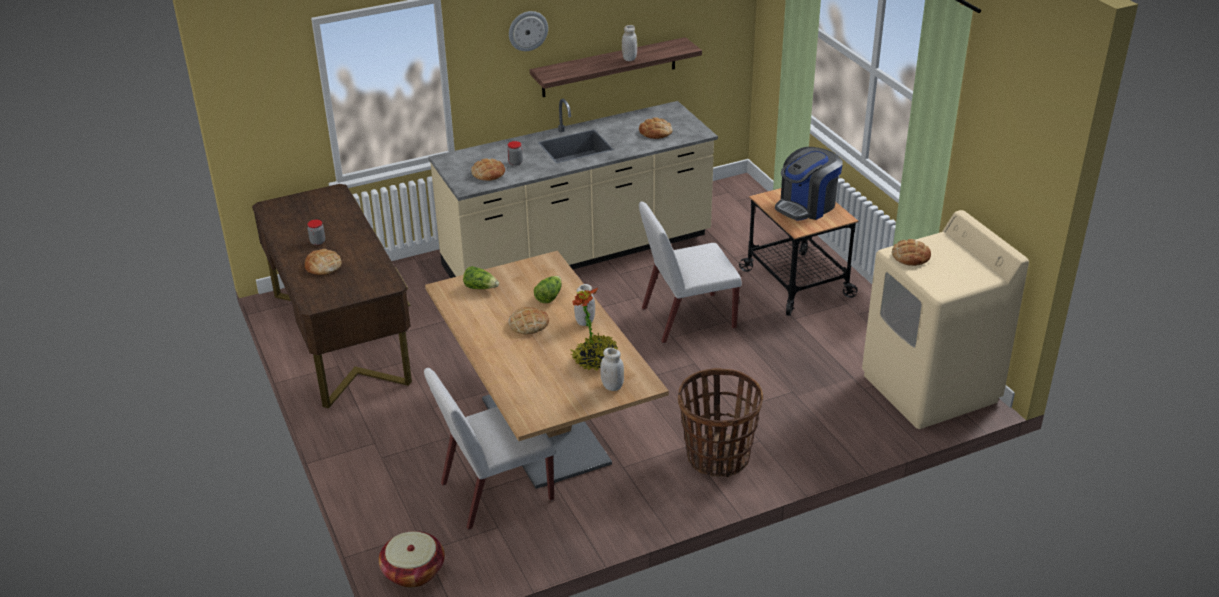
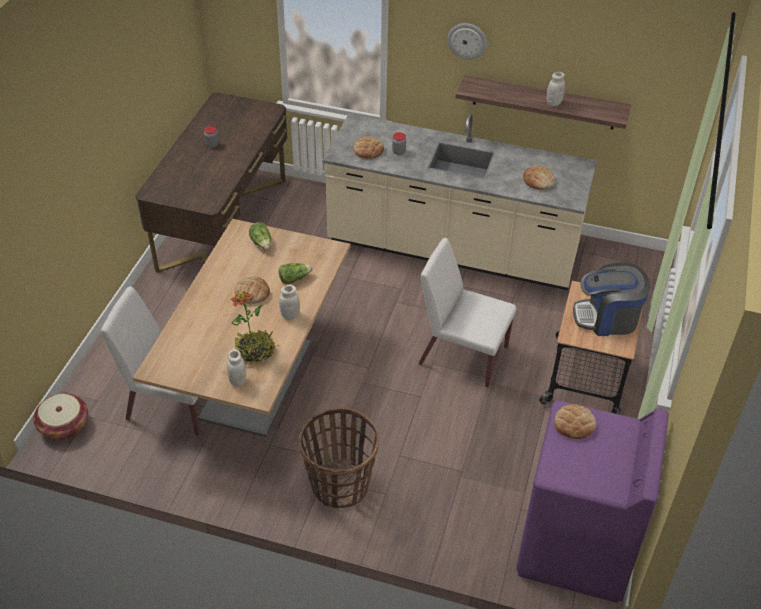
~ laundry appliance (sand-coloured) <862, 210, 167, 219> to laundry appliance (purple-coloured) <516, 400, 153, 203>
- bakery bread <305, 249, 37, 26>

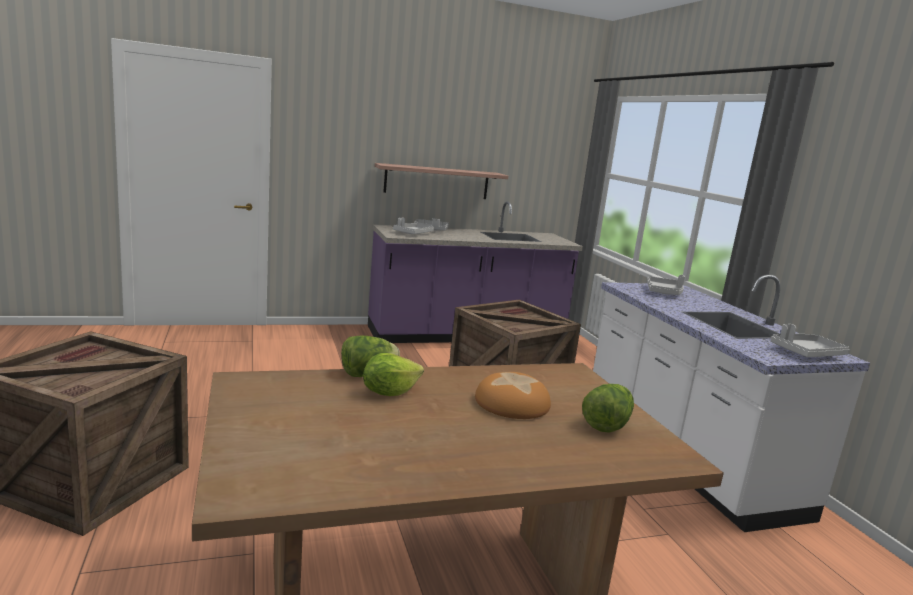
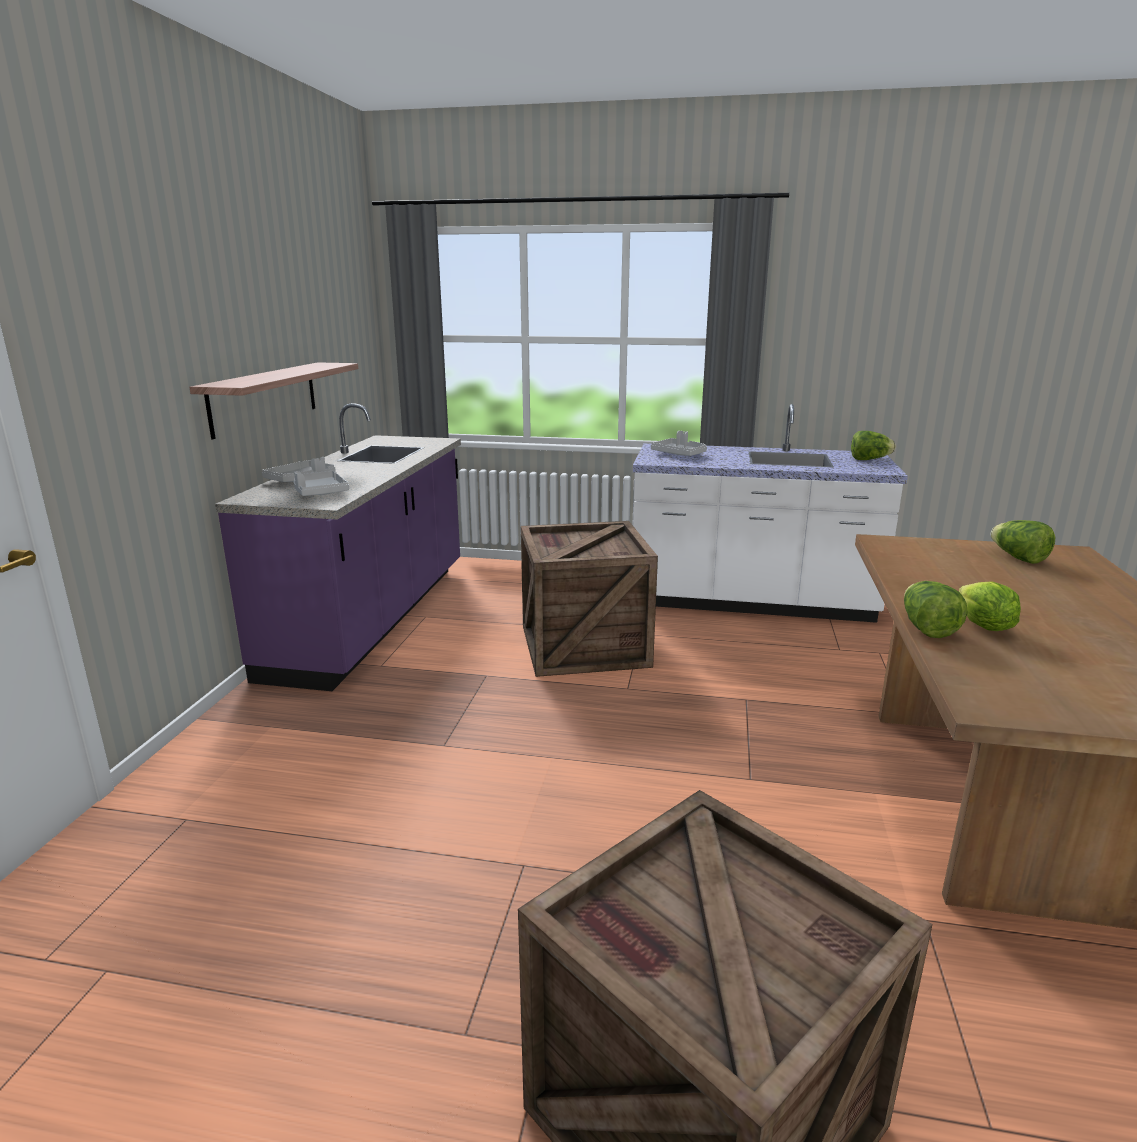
~ tray (grey) <771, 324, 79, 33> to lettuce <851, 431, 45, 29>
- bakery bread <475, 372, 76, 47>

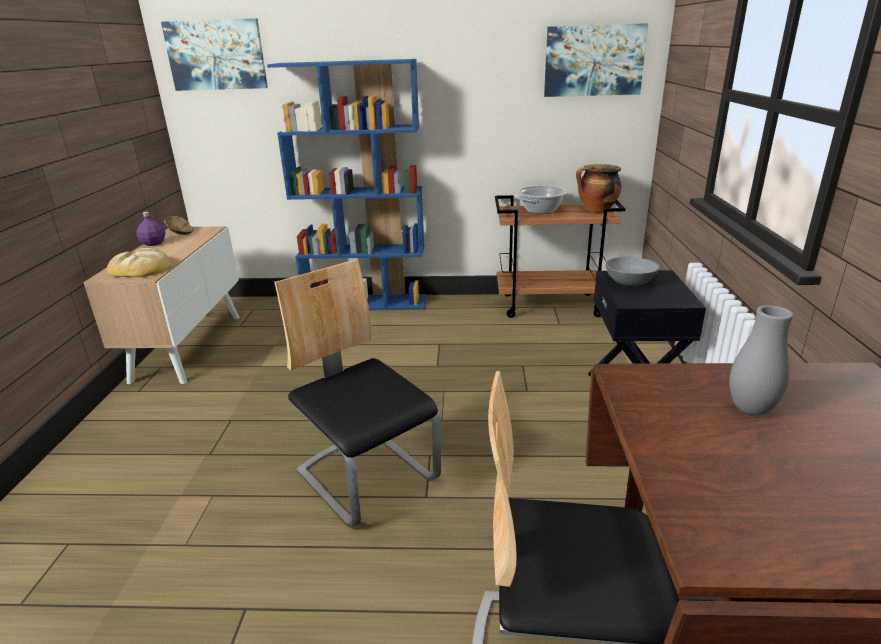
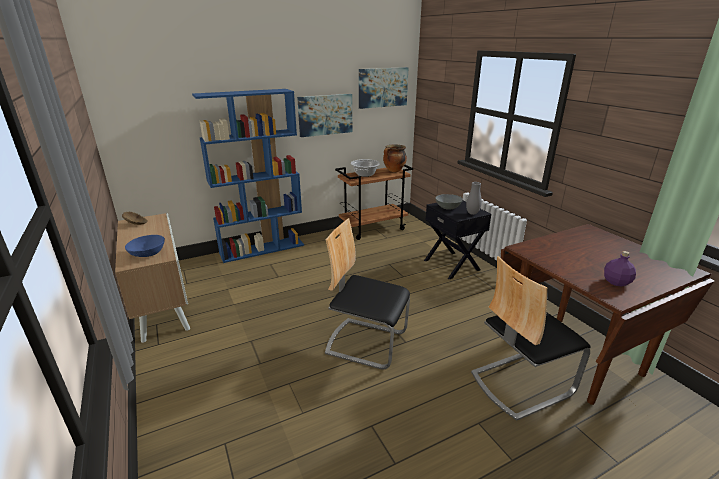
~ wall picture <161, 18, 107, 73> to <297, 94, 55, 43>
~ bottle (purple-coloured) <136, 212, 29, 34> to <604, 251, 32, 35>
~ bakery bread <107, 248, 63, 29> to deep dish (bluish) <125, 235, 40, 22>
~ flower vase (grey) <729, 305, 64, 110> to <466, 182, 16, 33>

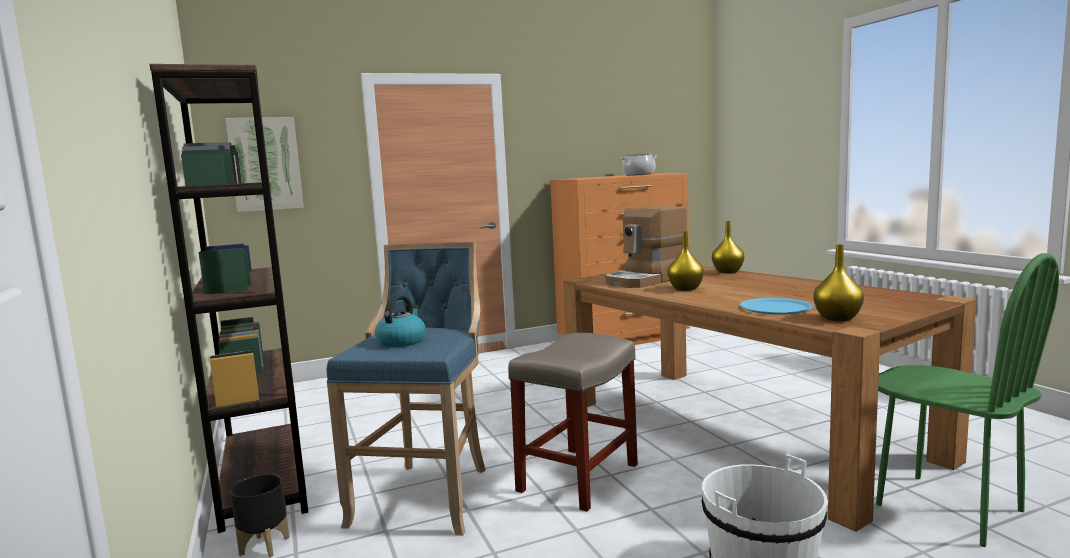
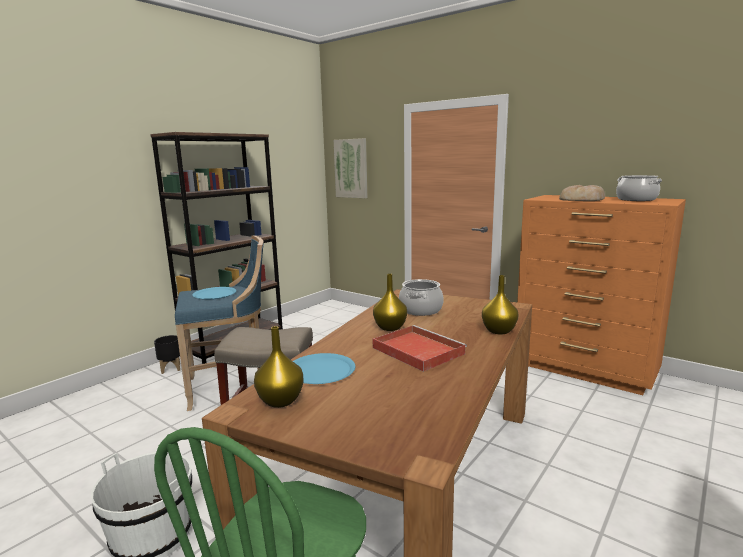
~ coffee brewer <605, 206, 82, 82> to stockpot <399, 279, 45, 37>
~ water kettle <375, 295, 51, 52> to dinner plate (bluish) <192, 287, 44, 13>
+ bakery bread <559, 185, 46, 16>
+ tray (reddish) <373, 325, 94, 47>

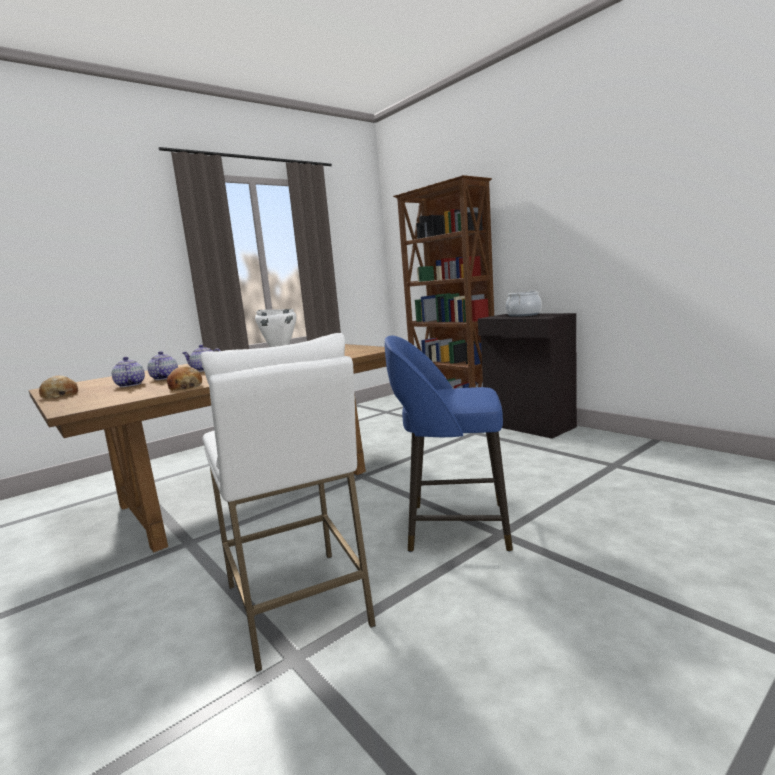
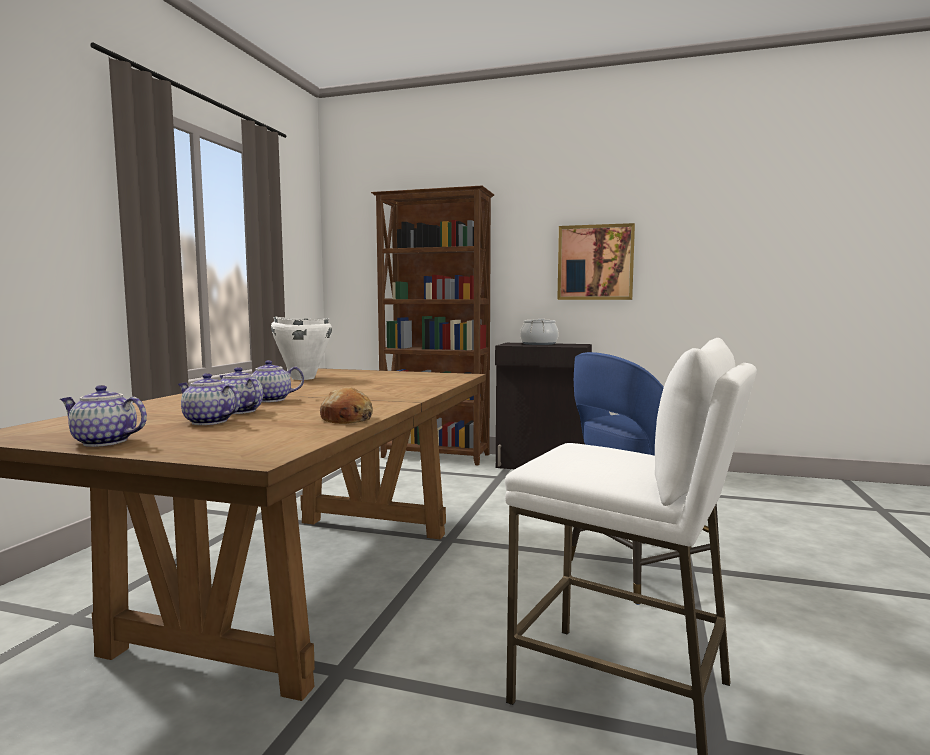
~ bakery bread <39, 376, 39, 23> to pot for tea <60, 385, 87, 62>
+ wall picture <557, 223, 78, 77>

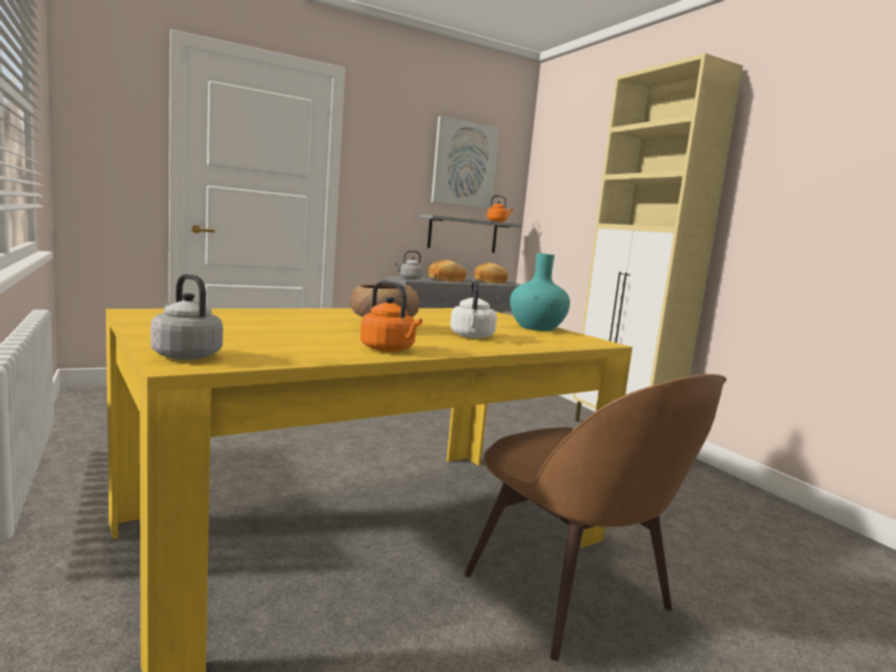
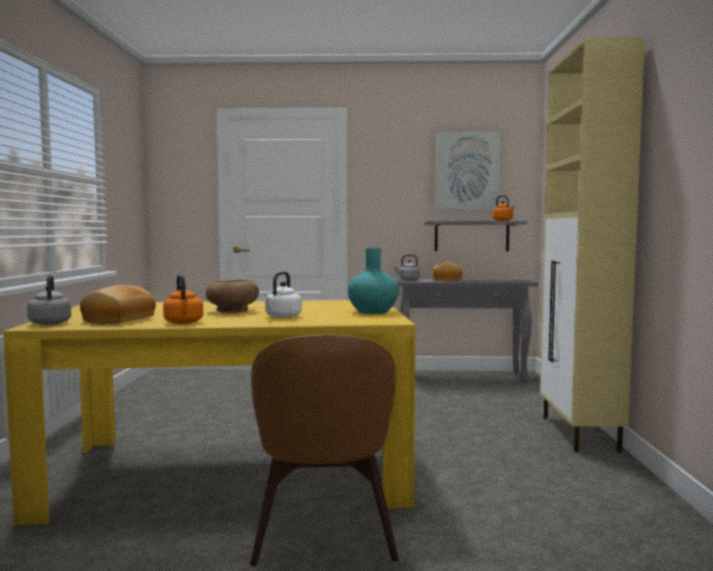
~ bakery bread <474, 263, 34, 21> to <80, 285, 76, 39>

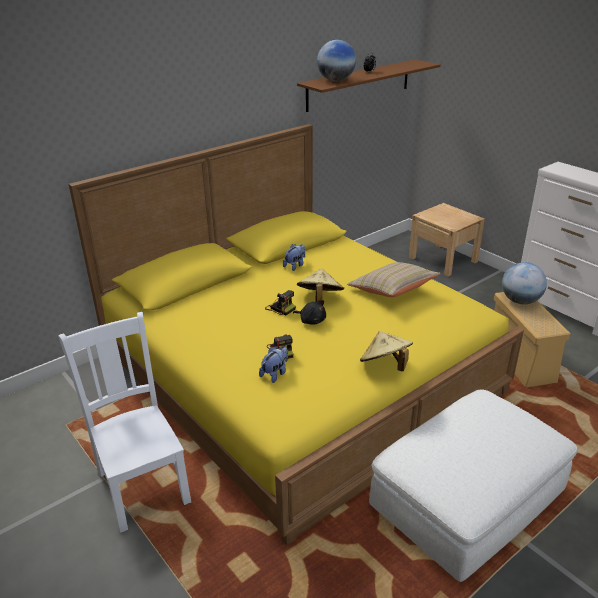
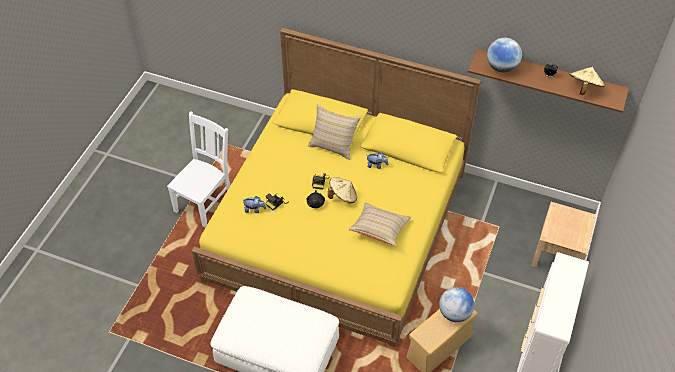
~ clothing hat (sand-coloured) <360, 331, 53, 40> to <569, 67, 36, 28>
+ pillow (sand-coloured) <308, 104, 53, 56>

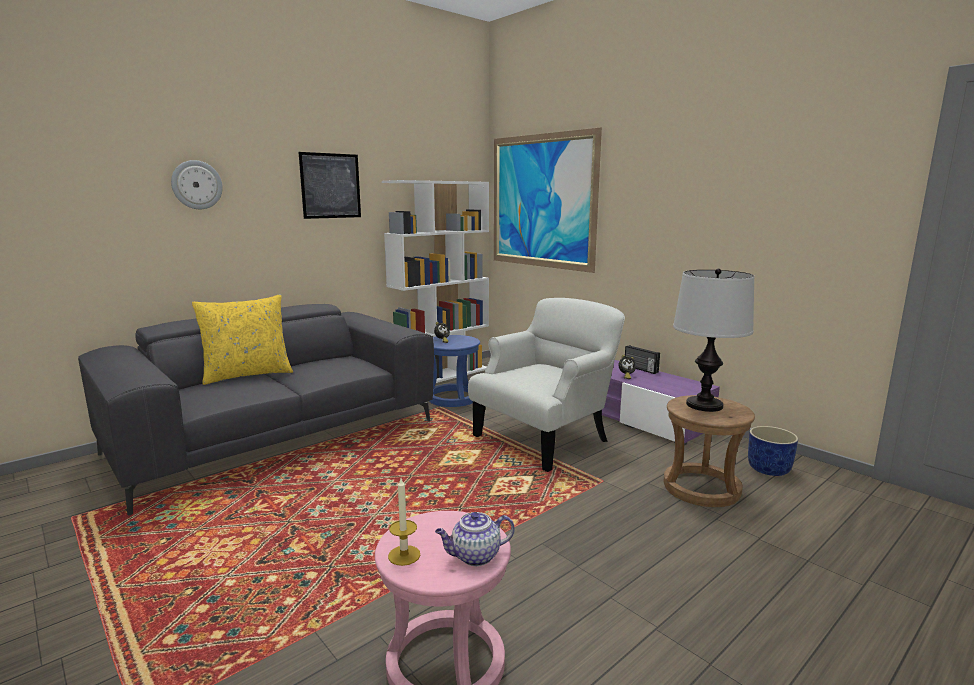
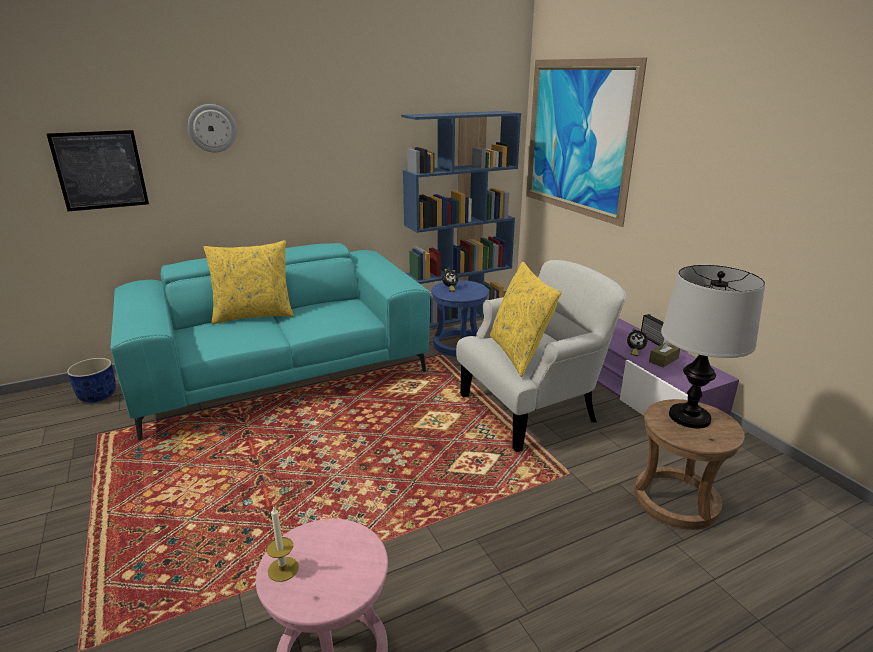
~ wall picture <298, 152, 63, 67> to <47, 130, 102, 81>
~ shelving unit (white) <382, 180, 107, 203> to shelving unit (bluish) <401, 111, 120, 217>
~ sofa (grey) <78, 304, 356, 211> to sofa (turquoise) <111, 243, 319, 197>
~ planter (bluish) <748, 426, 50, 50> to <67, 358, 49, 45>
- pot for tea <435, 512, 80, 54>
+ pillow (yellowish) <490, 262, 72, 115>
+ tissue box (brownish) <649, 340, 31, 28>

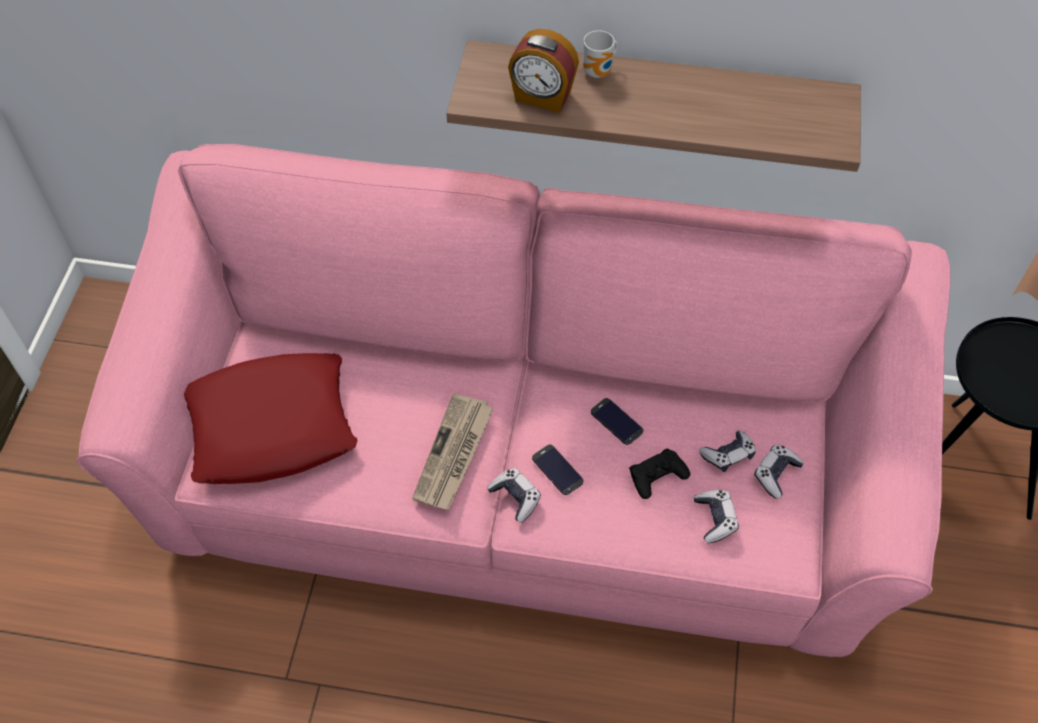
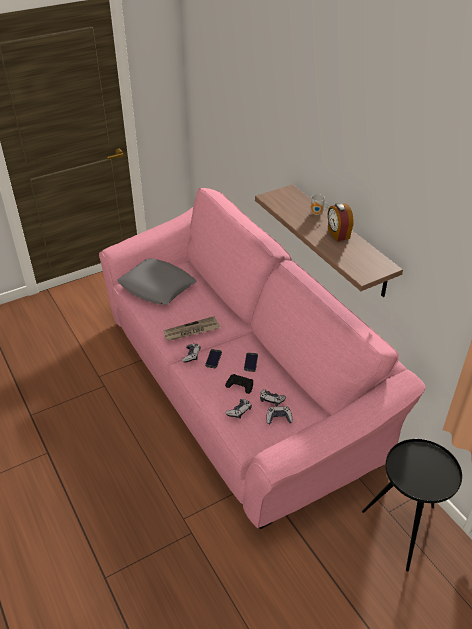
~ alarm clock <508, 29, 71, 84> to <328, 203, 26, 38>
~ pillow (reddish) <184, 353, 173, 131> to pillow (grey) <117, 258, 79, 47>

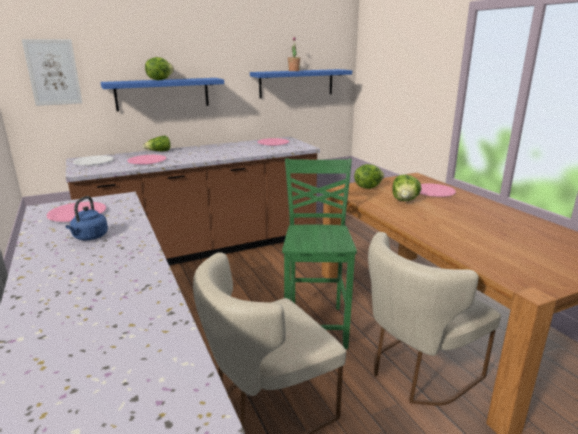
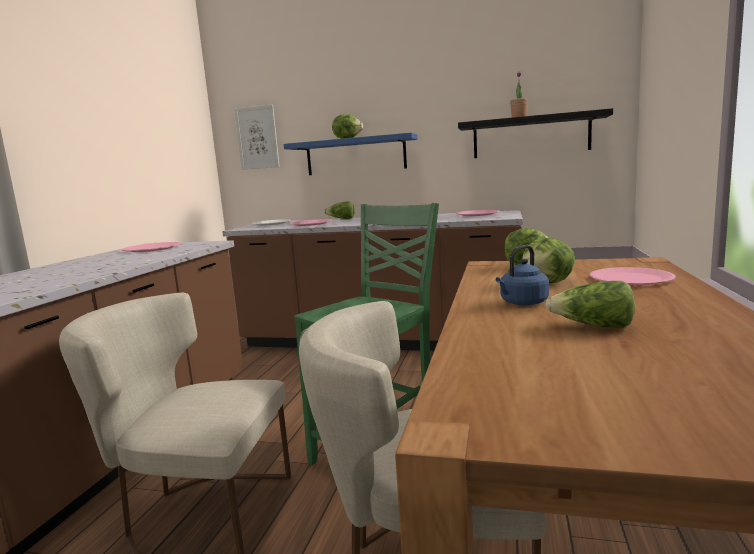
~ shelf (bluish) <250, 69, 102, 29> to shelf (black) <458, 108, 155, 50>
~ water kettle (bluish) <65, 196, 43, 44> to <496, 245, 53, 61>
+ lettuce <545, 281, 90, 47>

